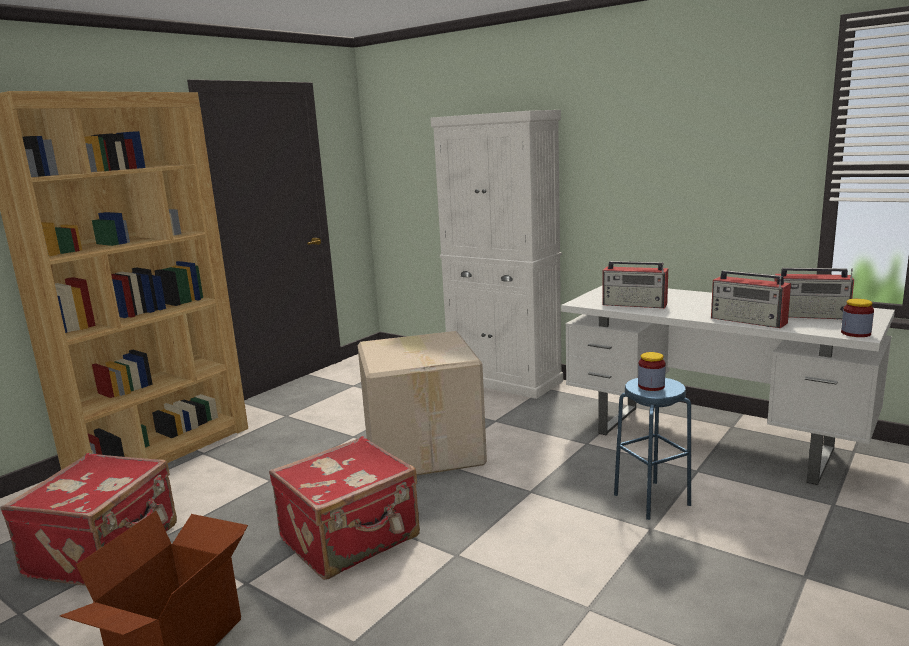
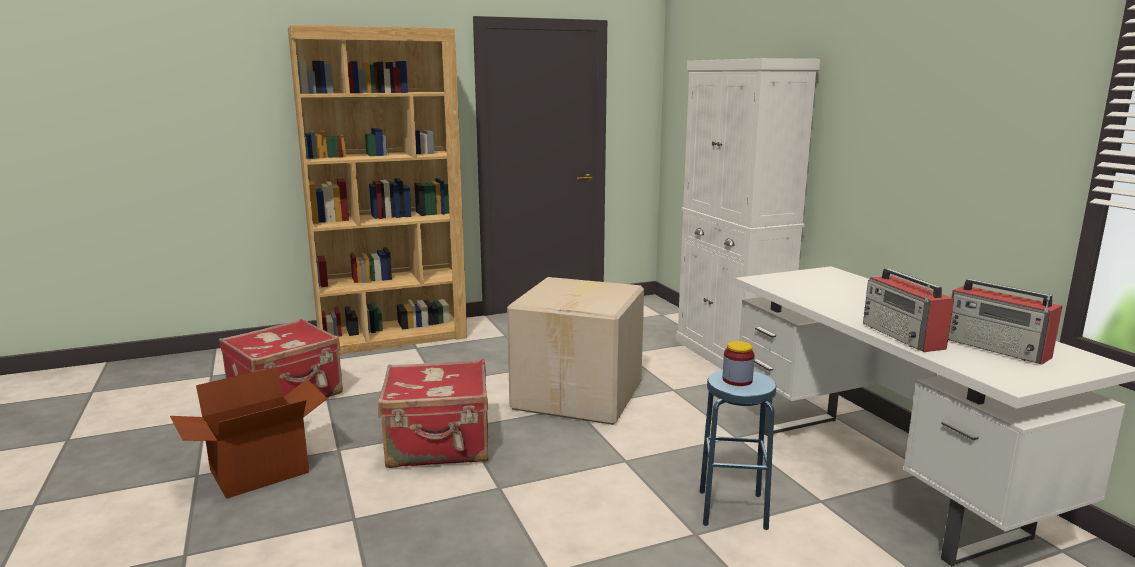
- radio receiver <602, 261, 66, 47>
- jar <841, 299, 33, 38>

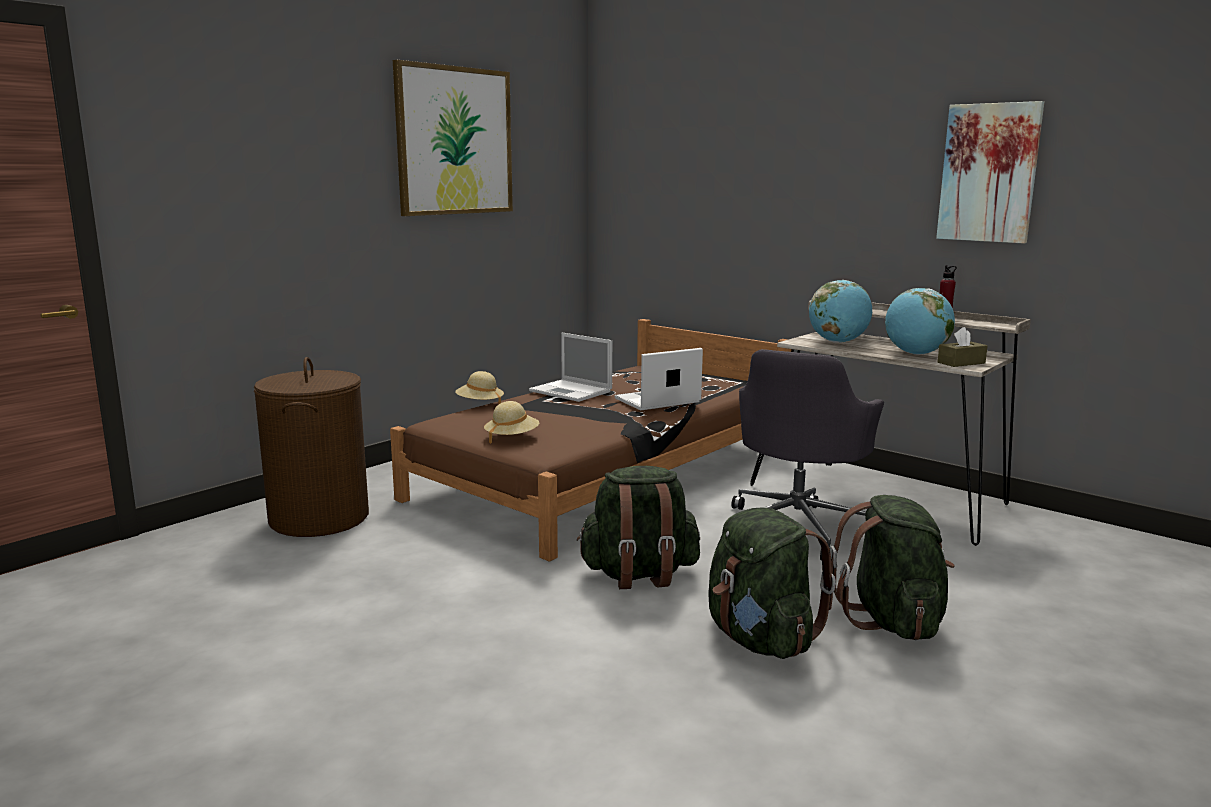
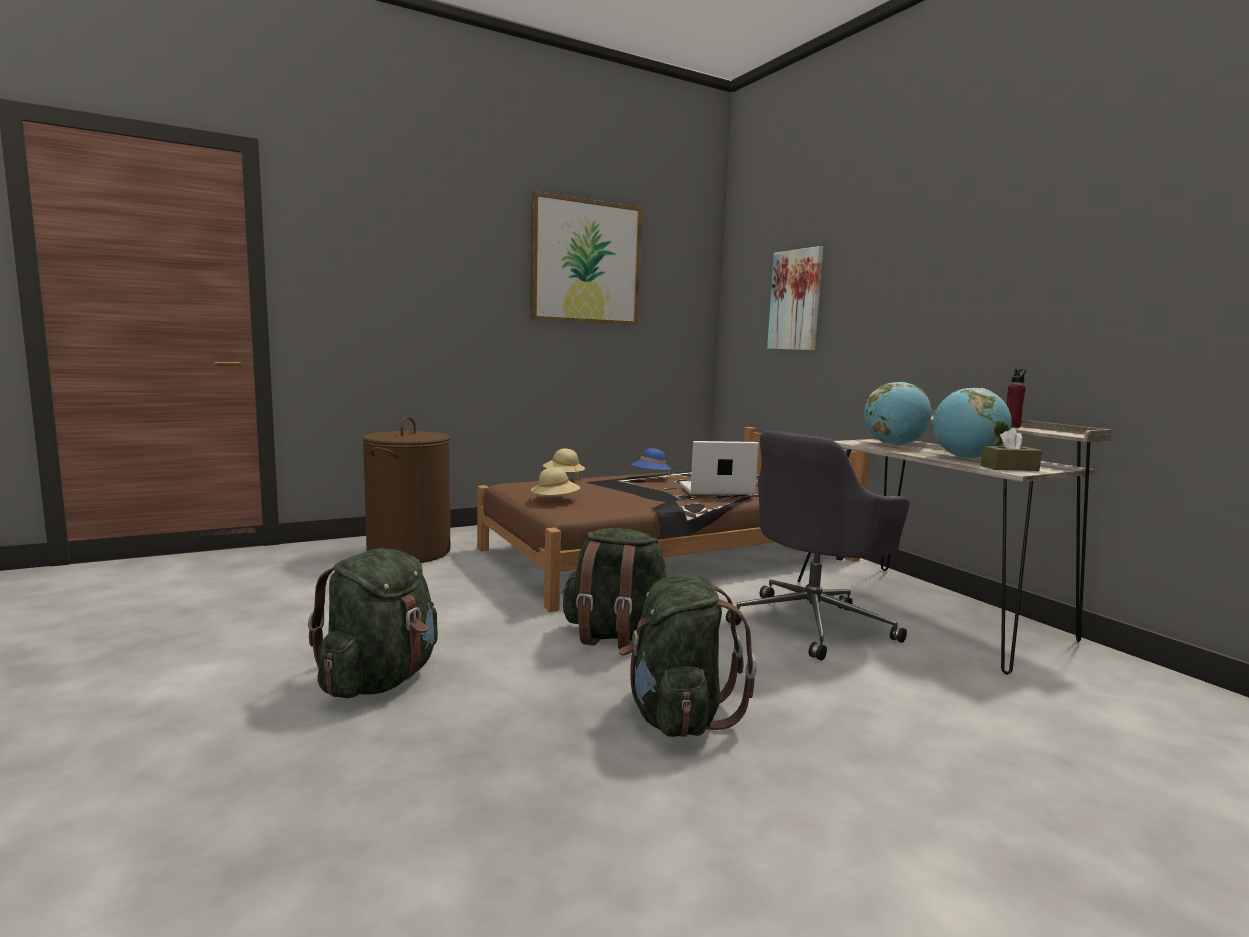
~ wall picture <936, 101, 108, 143> to <767, 246, 56, 104>
~ notebook computer <529, 333, 83, 69> to clothing hat (bluish) <631, 448, 41, 28>
~ knapsack (green-coloured) <830, 495, 124, 145> to <308, 548, 130, 150>

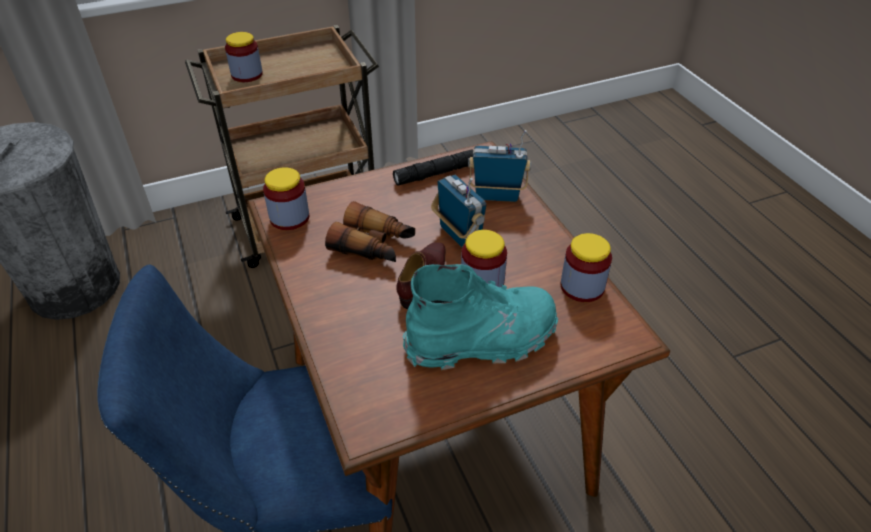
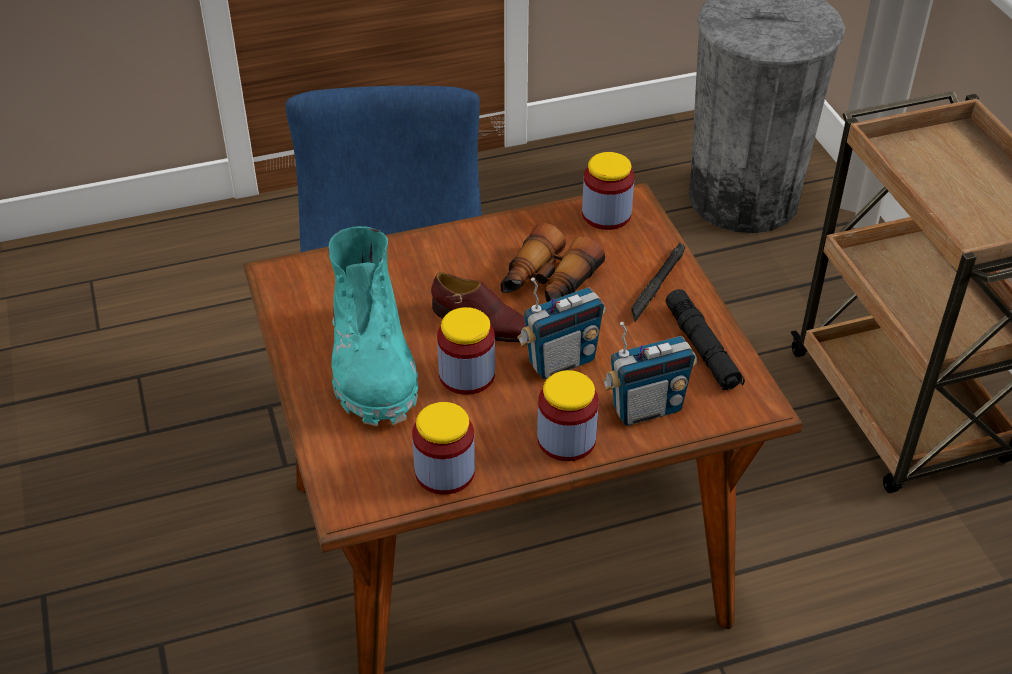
~ jar <225, 32, 38, 50> to <537, 370, 62, 91>
~ radio receiver <468, 130, 63, 72> = <603, 322, 94, 104> 60 degrees clockwise
+ torch (black) <631, 243, 54, 79>

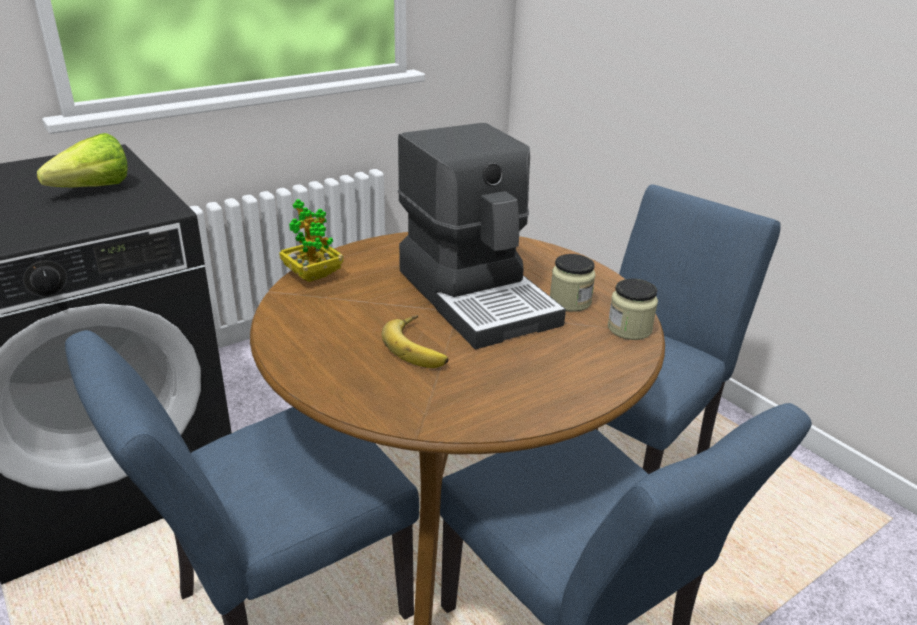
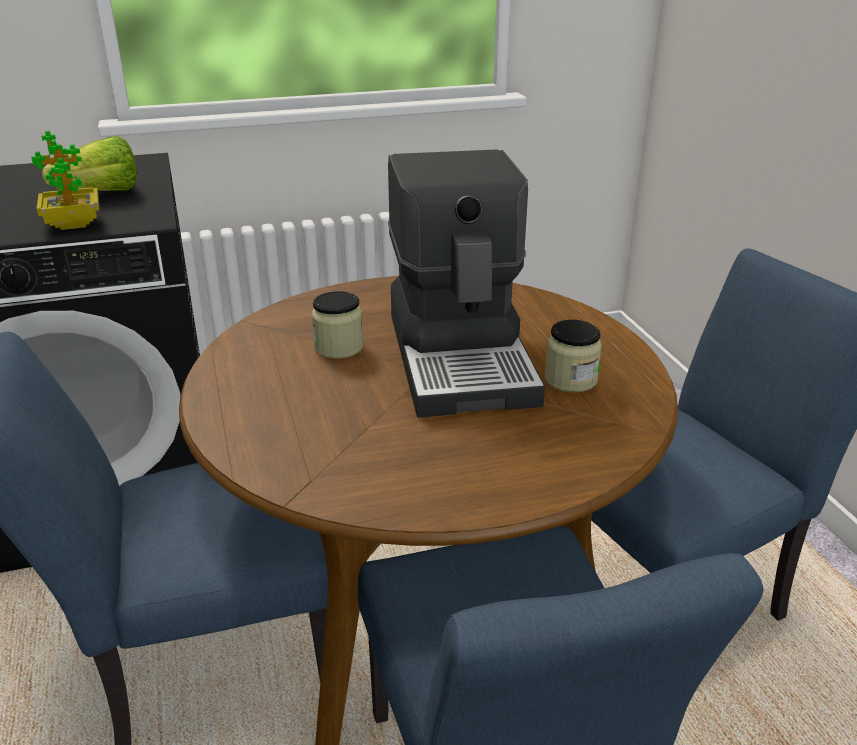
~ houseplant <279, 199, 64, 83> to <31, 131, 68, 99>
~ jar <608, 279, 50, 61> to <311, 291, 52, 68>
- banana <382, 315, 67, 53>

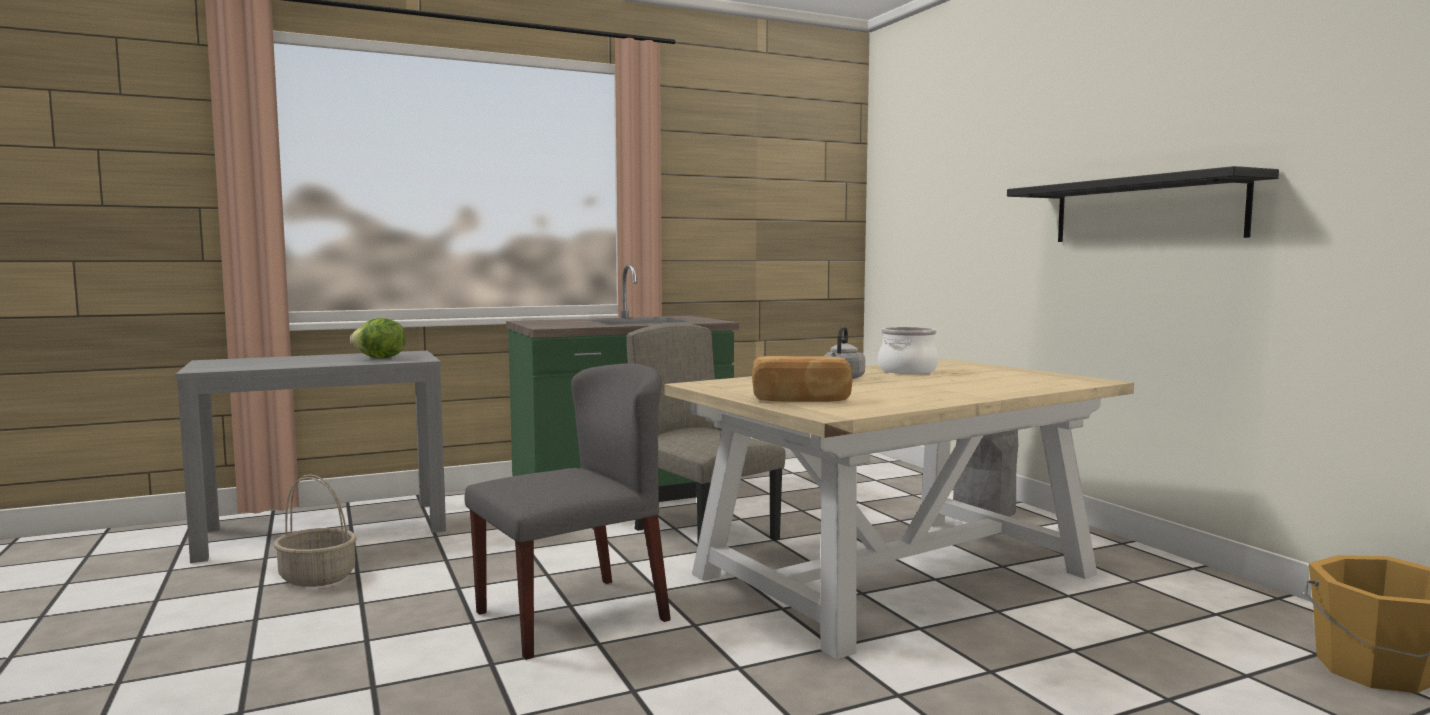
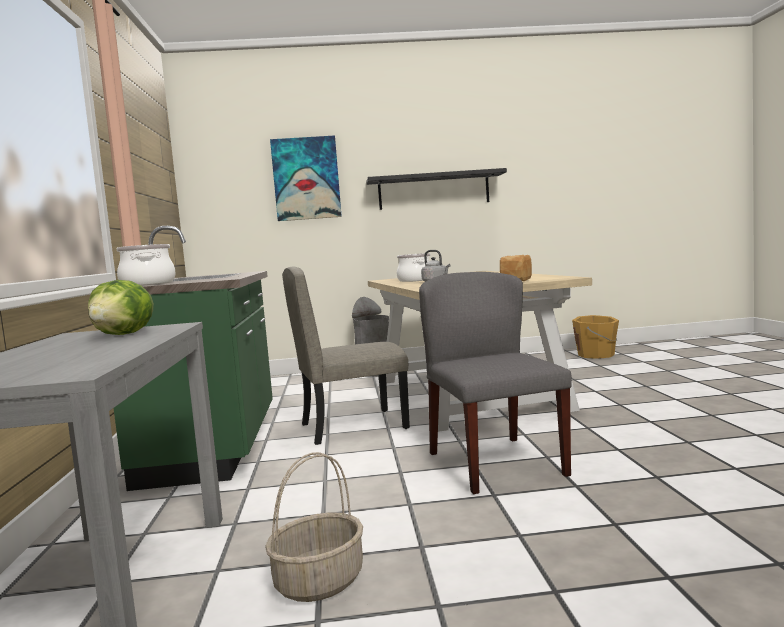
+ wall picture <270, 135, 72, 86>
+ stockpot <117, 244, 59, 42>

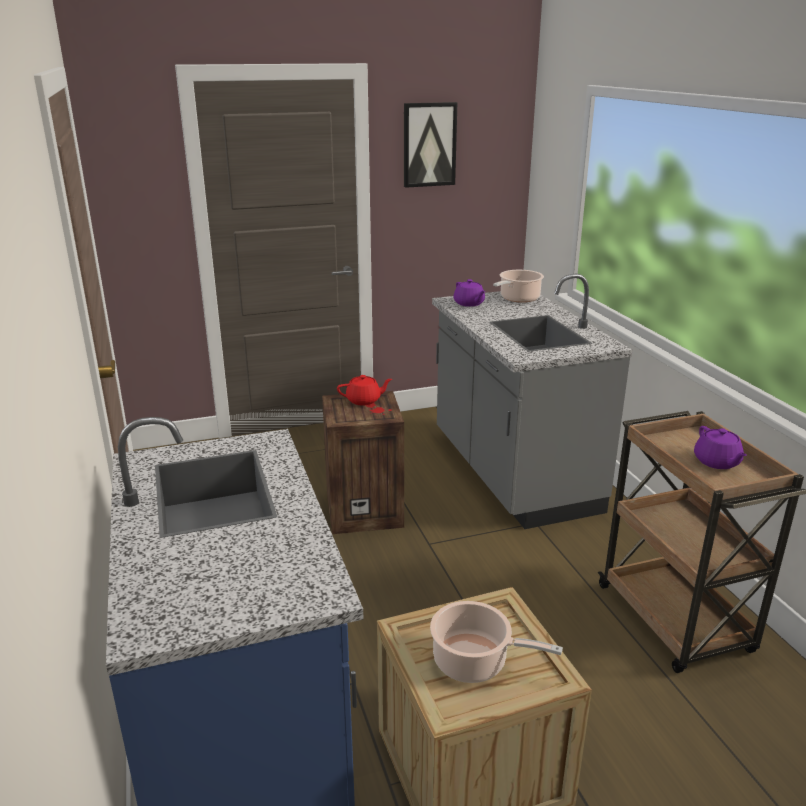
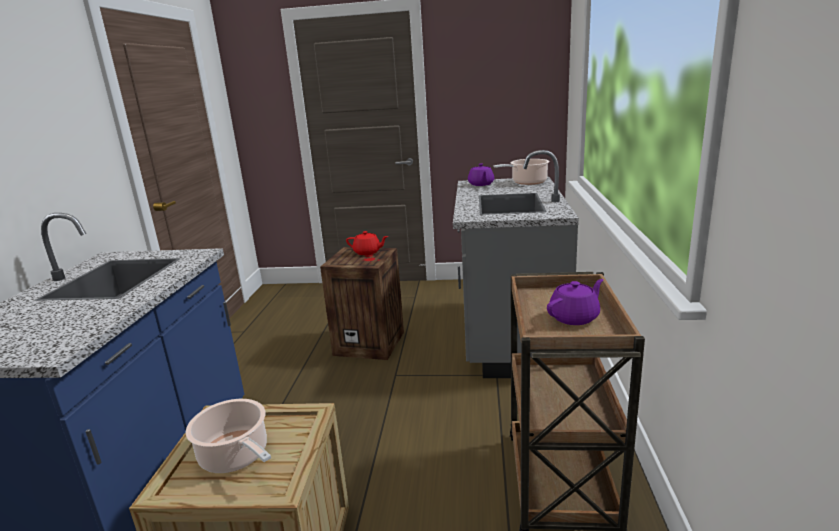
- wall picture <404, 102, 54, 86>
~ pot for tea (purple-coloured) <694, 426, 53, 43> = <547, 279, 57, 46> 135 degrees counterclockwise

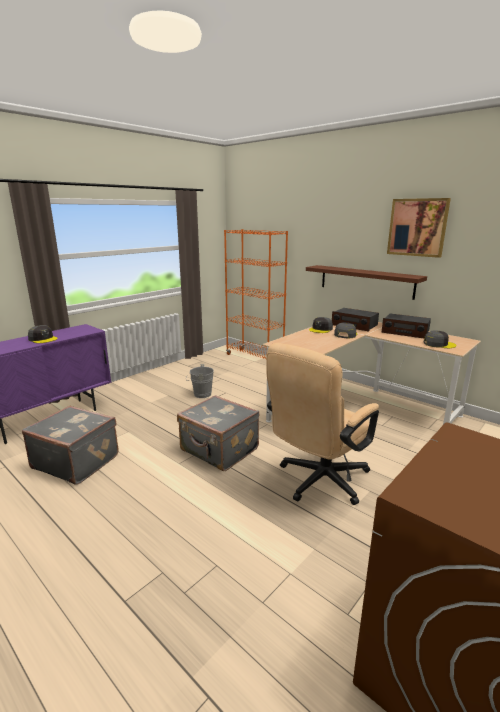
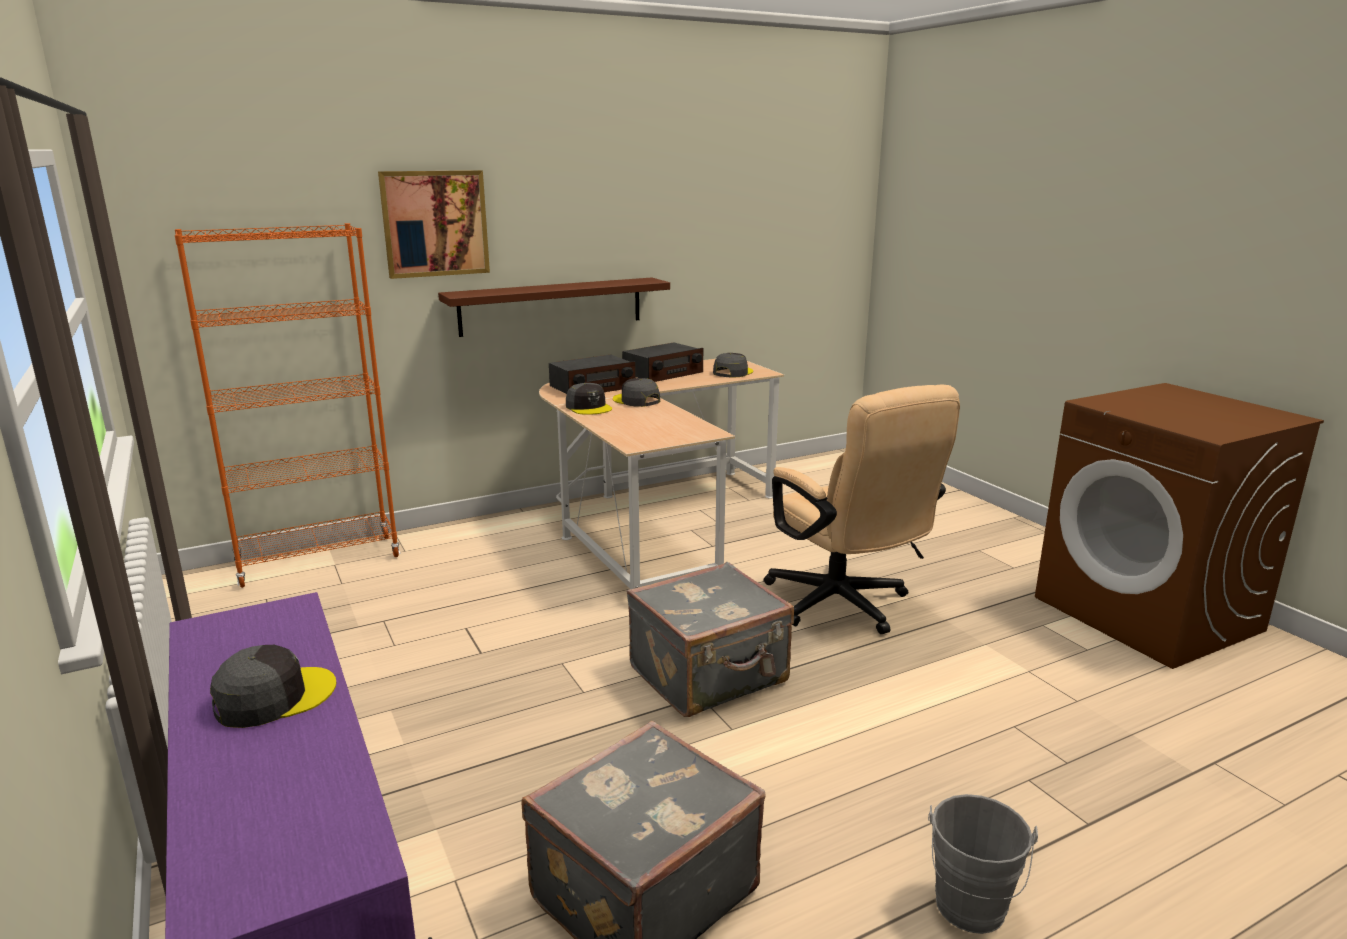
~ wall picture <387, 198, 64, 60> to <378, 170, 112, 109>
~ pail (grey) <187, 364, 27, 34> to <928, 794, 110, 140>

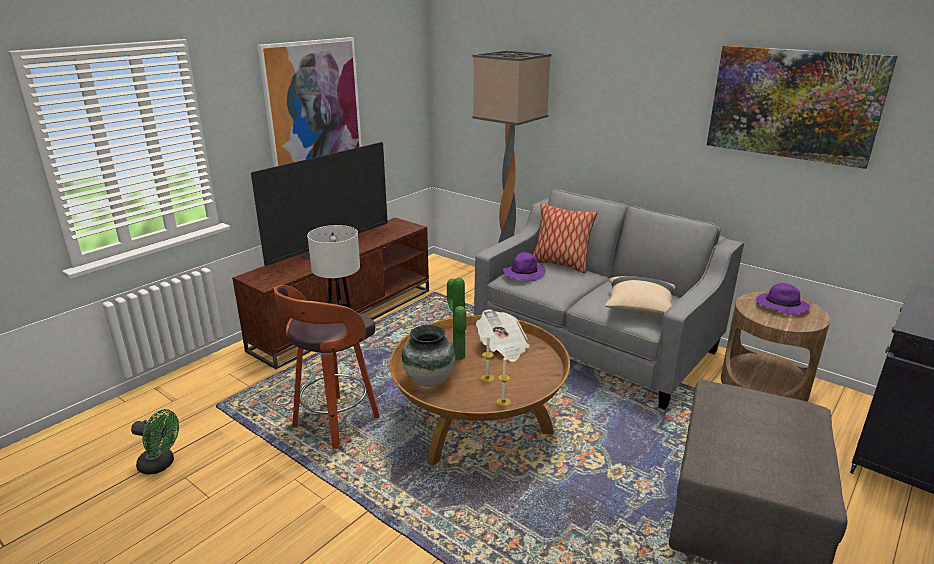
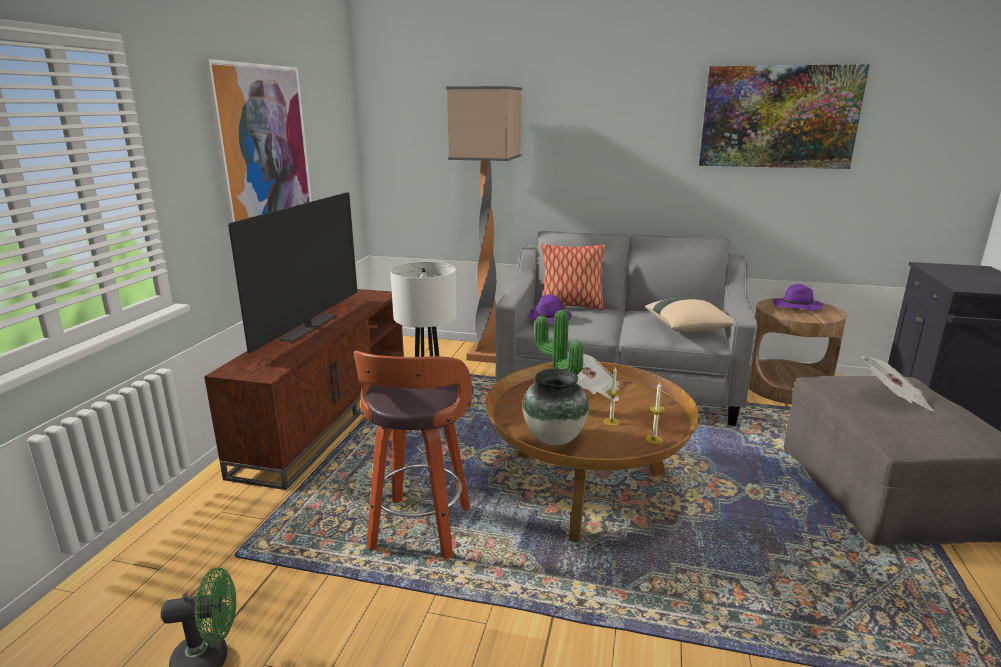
+ newspaper <862, 356, 72, 55>

